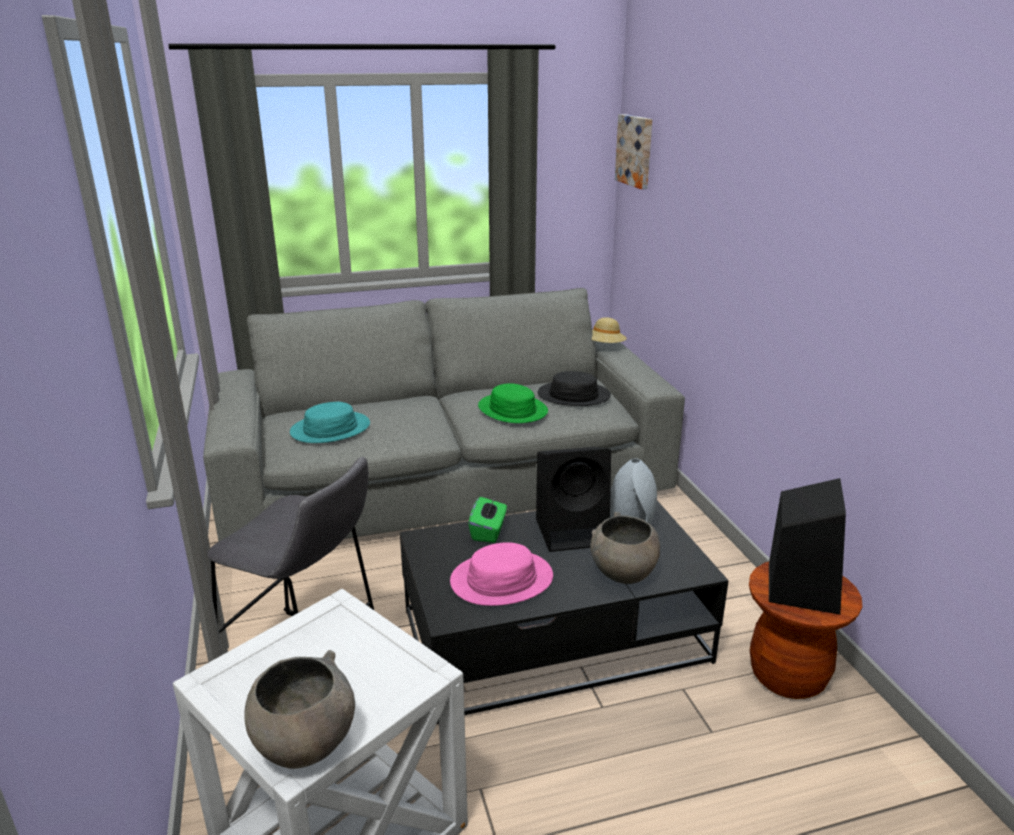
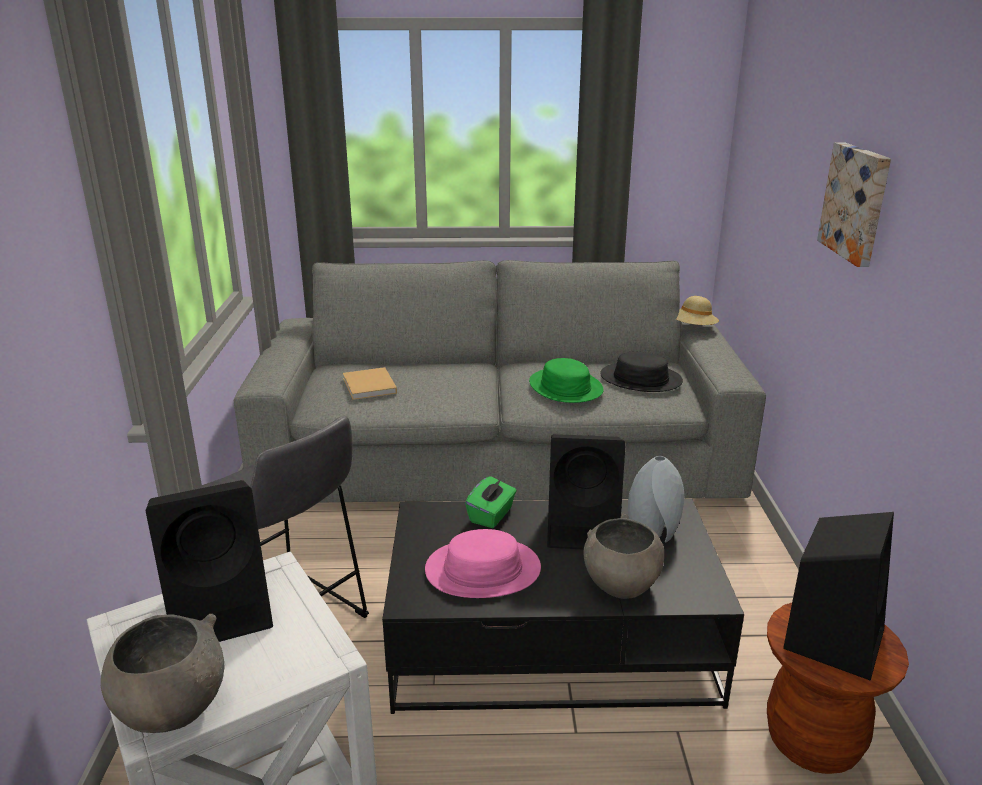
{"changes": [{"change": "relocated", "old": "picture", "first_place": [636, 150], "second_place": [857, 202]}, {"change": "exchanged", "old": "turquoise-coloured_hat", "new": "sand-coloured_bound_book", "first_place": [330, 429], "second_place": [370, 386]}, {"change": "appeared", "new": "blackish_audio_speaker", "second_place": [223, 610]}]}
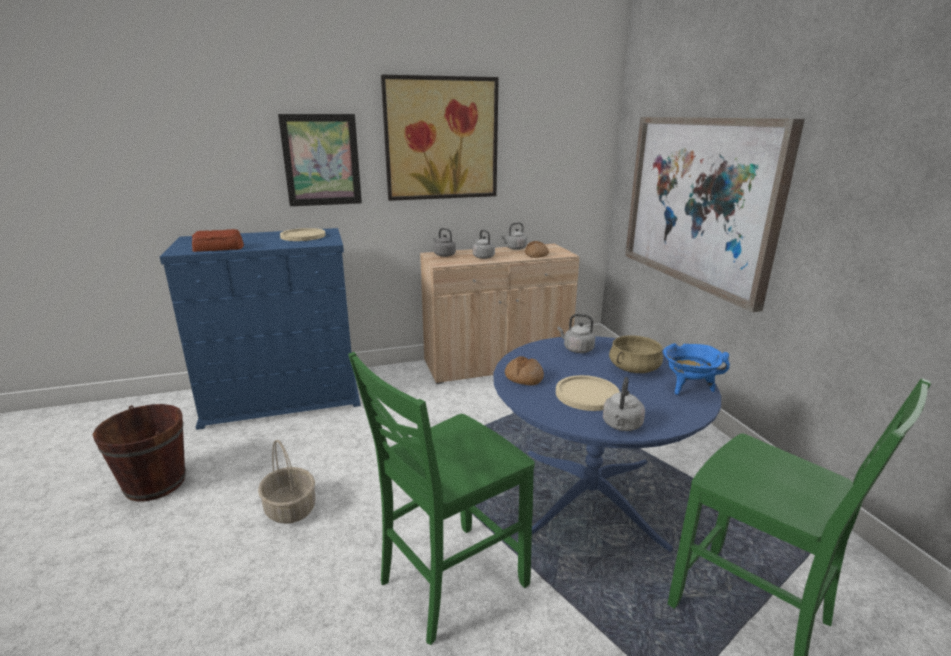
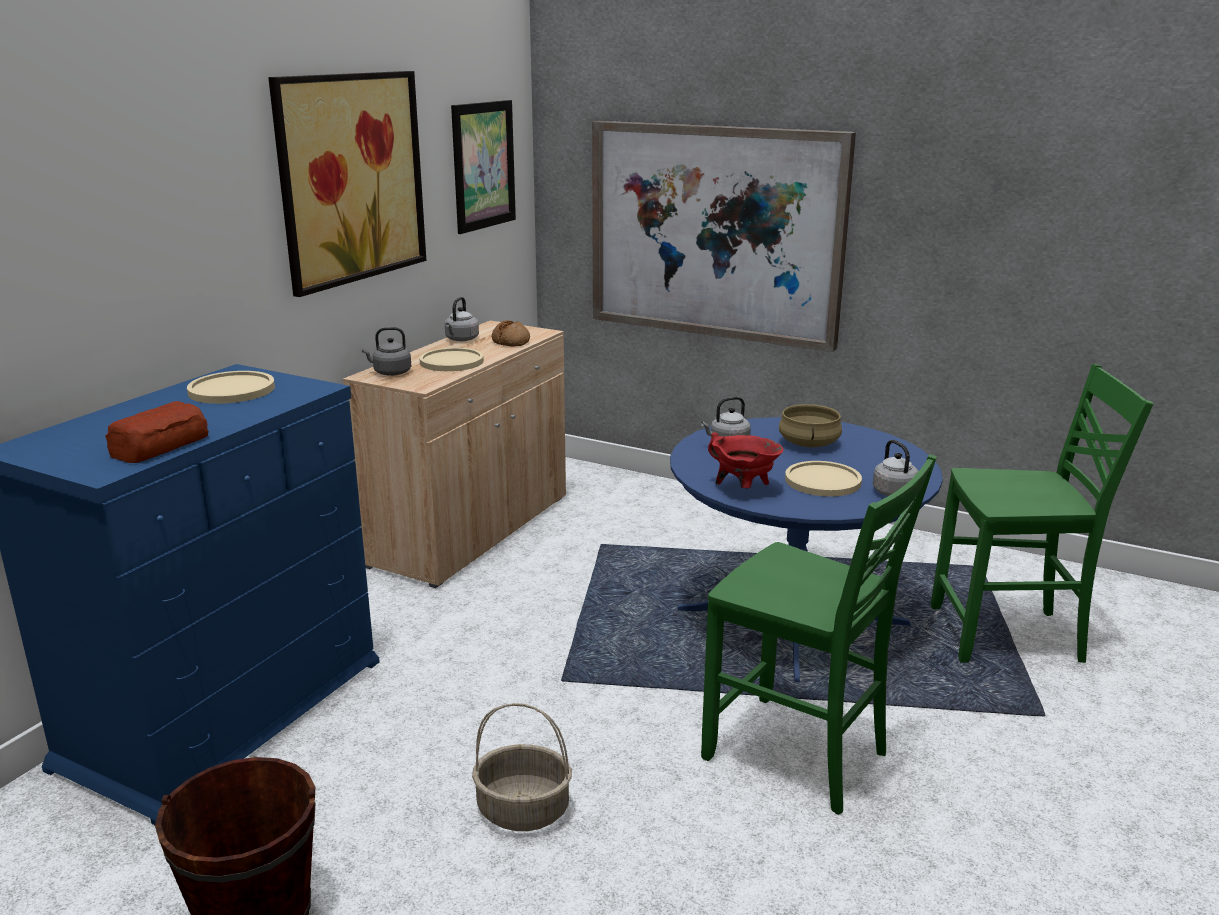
{"changes": [{"change": "relocated", "old": "picture", "first_place": [321, 160], "second_place": [483, 165]}, {"change": "exchanged", "old": "greyish_water_kettle", "new": "sand-coloured_dinner_plate", "first_place": [483, 257], "second_place": [451, 361]}, {"change": "missing", "old": "blue-coloured_cooking_pot", "first_place": [688, 388]}, {"change": "spun", "old": "greenish_chair", "first_place": [449, 582], "second_place": [799, 756], "degrees": -60}, {"change": "exchanged", "old": "bakery_bread", "new": "reddish_cooking_pot", "first_place": [523, 378], "second_place": [744, 489]}]}
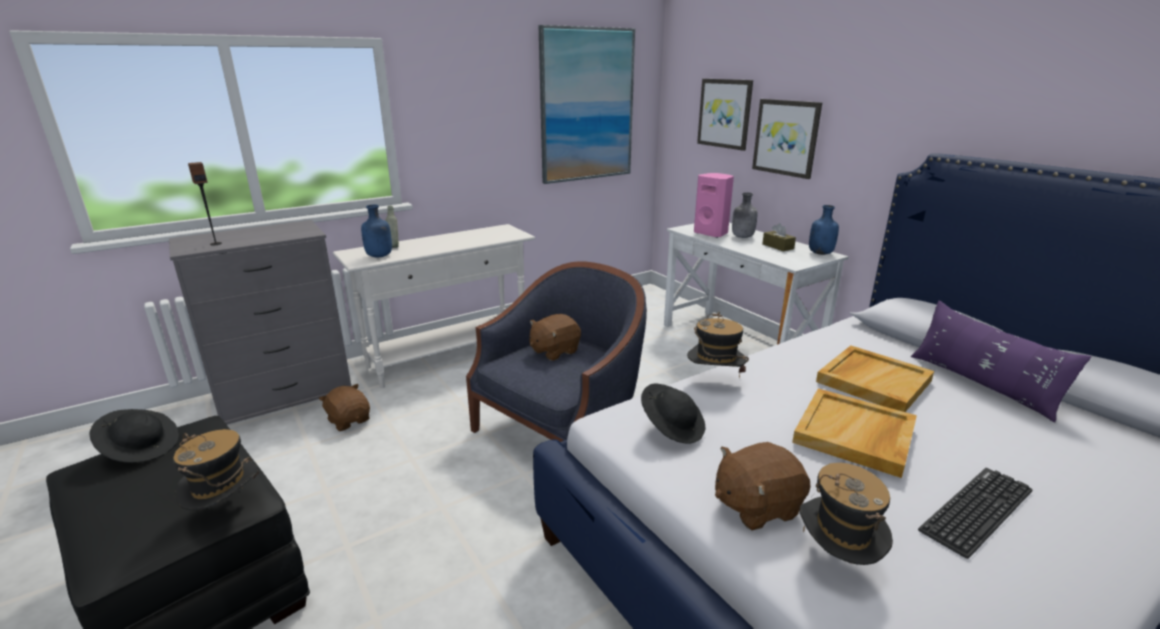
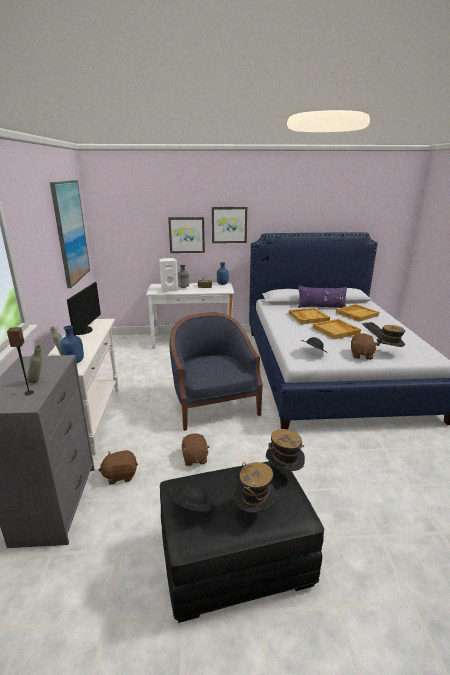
{"changes": [{"change": "relocated", "old": "picture", "first_place": [725, 113], "second_place": [229, 225]}, {"change": "colour", "old": "pinkish_audio_speaker", "new": "white_audio_speaker", "first_place": [711, 233], "second_place": [169, 290]}, {"change": "relocated", "old": "hat", "first_place": [714, 382], "second_place": [254, 511]}, {"change": "relocated", "old": "brown_plush_toy", "first_place": [554, 351], "second_place": [194, 458]}, {"change": "appeared", "new": "computer_display", "second_place": [84, 330]}, {"change": "appeared", "new": "sand-coloured_tray", "second_place": [357, 314]}, {"change": "appeared", "new": "greyish_drink_bottle", "second_place": [38, 382]}]}
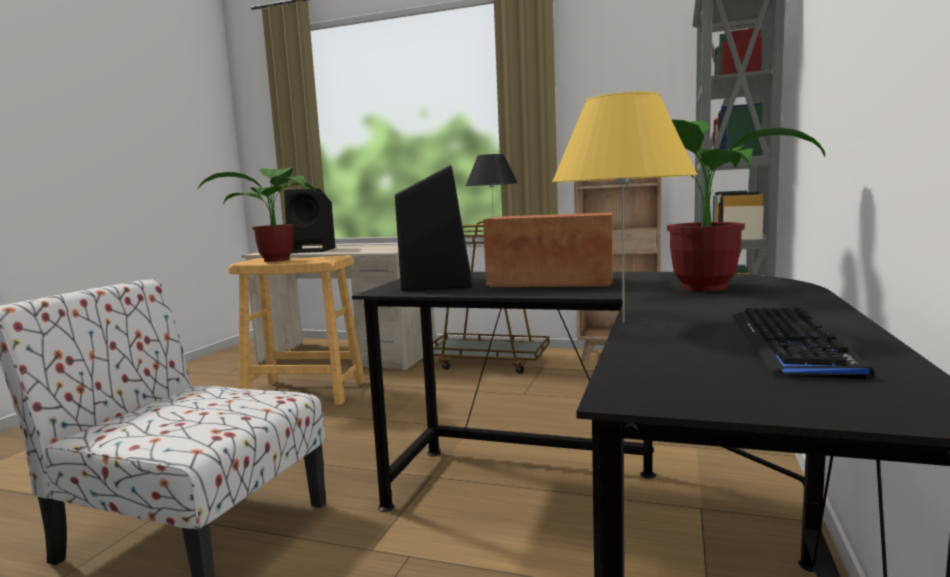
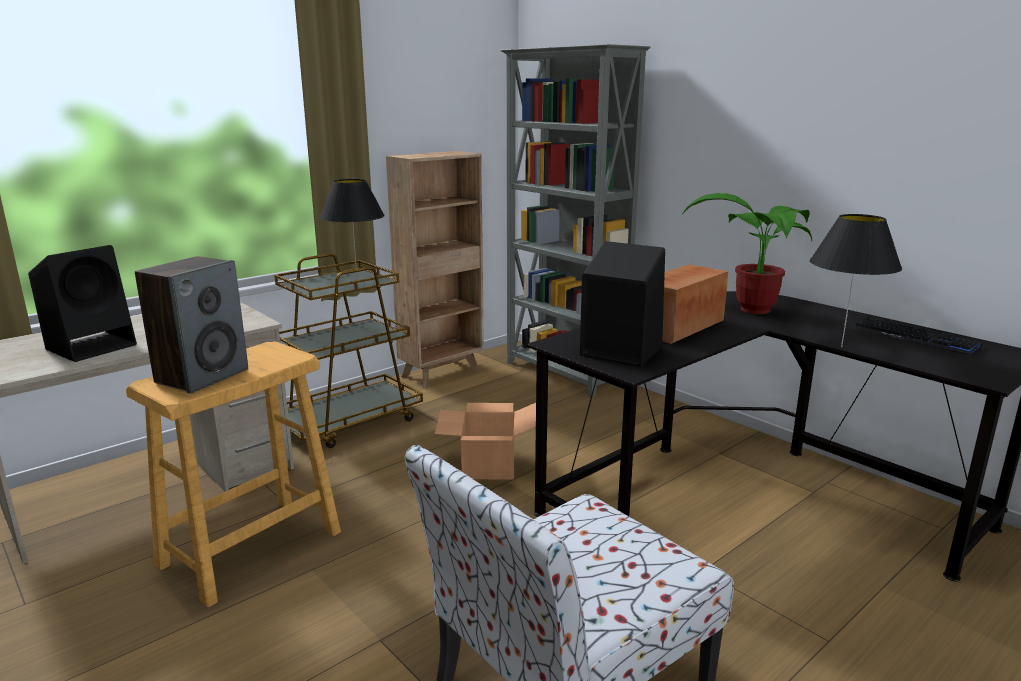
{"changes": [{"change": "colour", "old": "yellow-coloured_lamp_for_a_table", "new": "blackish_lamp_for_a_table", "first_place": [624, 322], "second_place": [841, 347]}, {"change": "exchanged", "old": "plant_in_a_pot", "new": "audio_speaker", "first_place": [276, 259], "second_place": [202, 376]}, {"change": "appeared", "new": "cardboard_box", "second_place": [489, 466]}]}
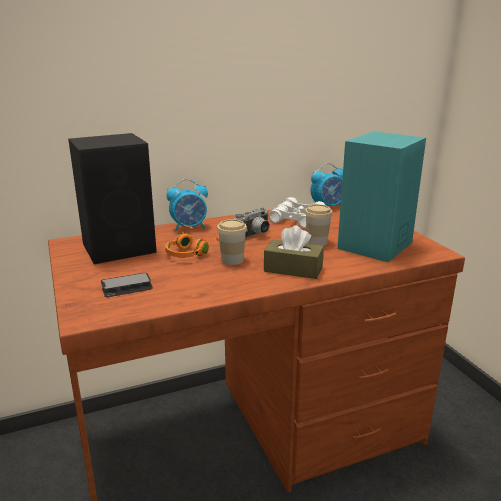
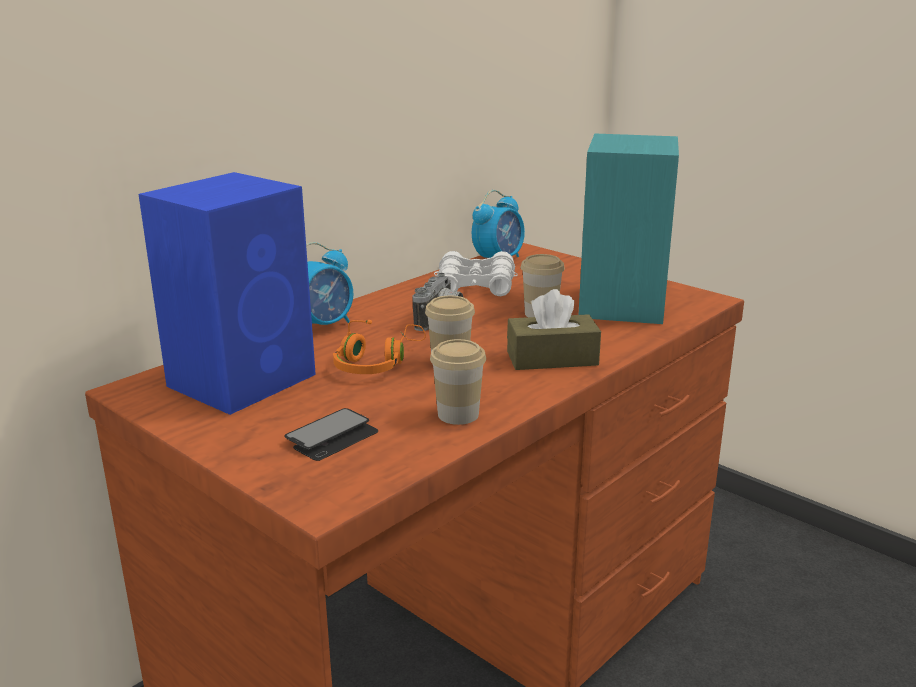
{"changes": [{"change": "colour", "old": "blackish_audio_speaker", "new": "blue-coloured_audio_speaker", "first_place": [121, 248], "second_place": [244, 379]}, {"change": "appeared", "new": "cup", "second_place": [458, 414]}]}
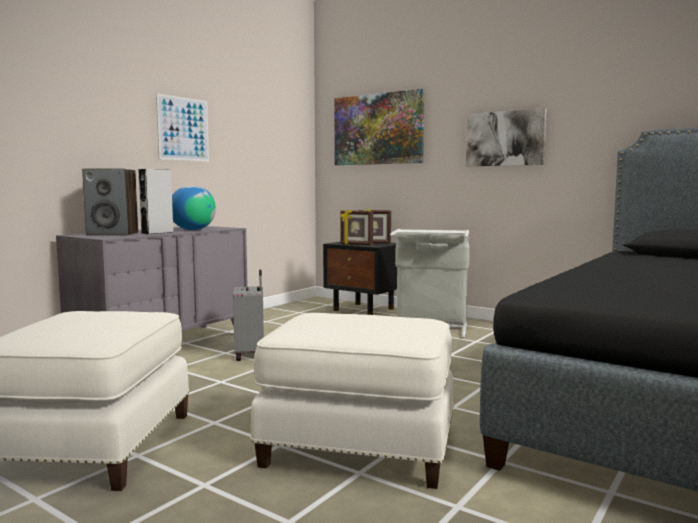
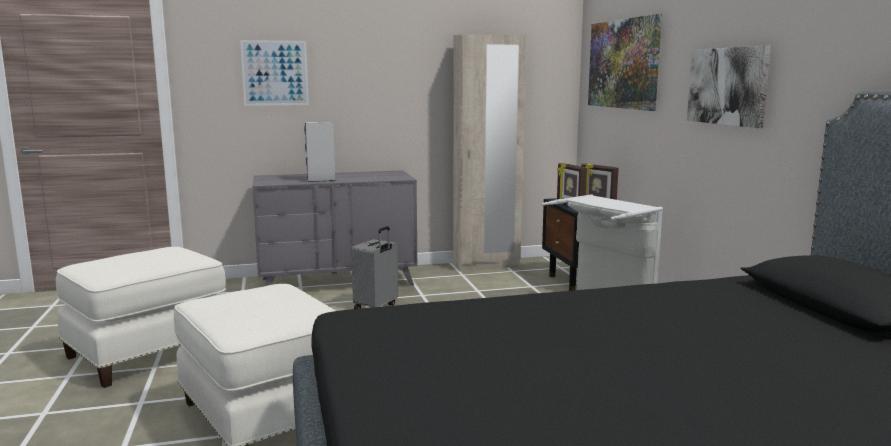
{"changes": [{"change": "relocated", "old": "picture", "first_place": [183, 129], "second_place": [275, 73]}, {"change": "missing", "old": "audio_speaker", "first_place": [113, 234]}, {"change": "missing", "old": "world_globe", "first_place": [193, 230]}, {"change": "appeared", "new": "sand-coloured_clothes_cupboard", "second_place": [486, 265]}]}
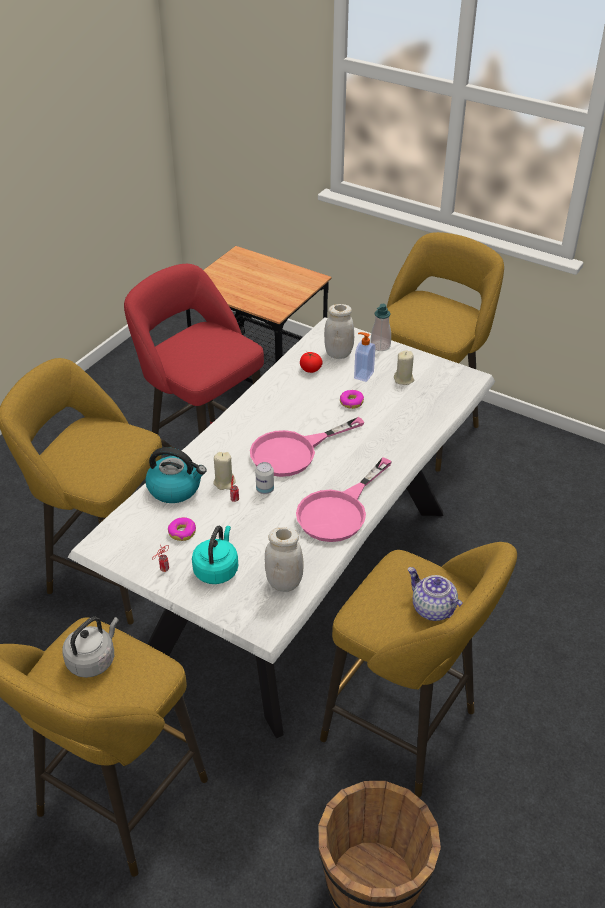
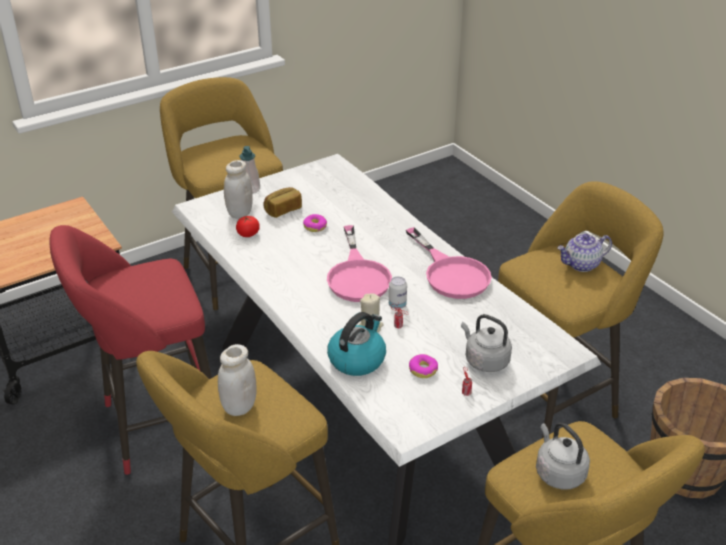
{"changes": [{"change": "exchanged", "old": "liquid_soap_bottle", "new": "bakery_bread", "first_place": [363, 375], "second_place": [282, 210]}, {"change": "missing", "old": "sand-coloured_wax_candle", "first_place": [404, 379]}, {"change": "colour", "old": "turquoise-coloured_water_kettle", "new": "greyish_water_kettle", "first_place": [217, 569], "second_place": [484, 360]}, {"change": "relocated", "old": "white_storage_jar", "first_place": [284, 583], "second_place": [239, 407]}]}
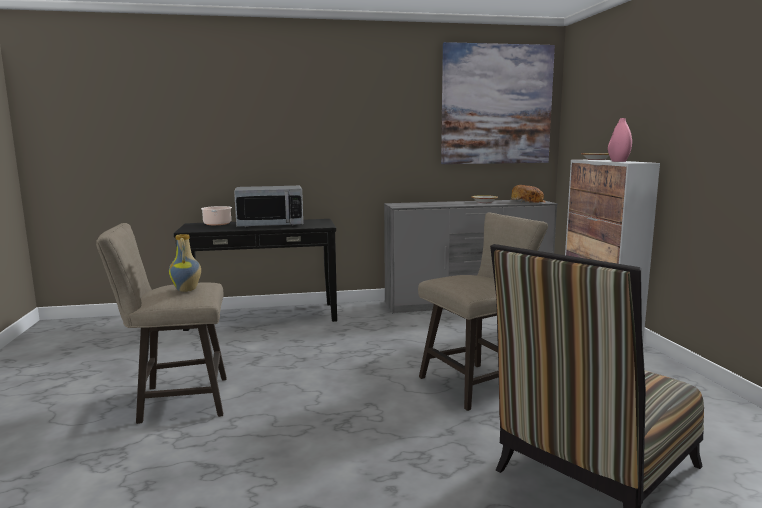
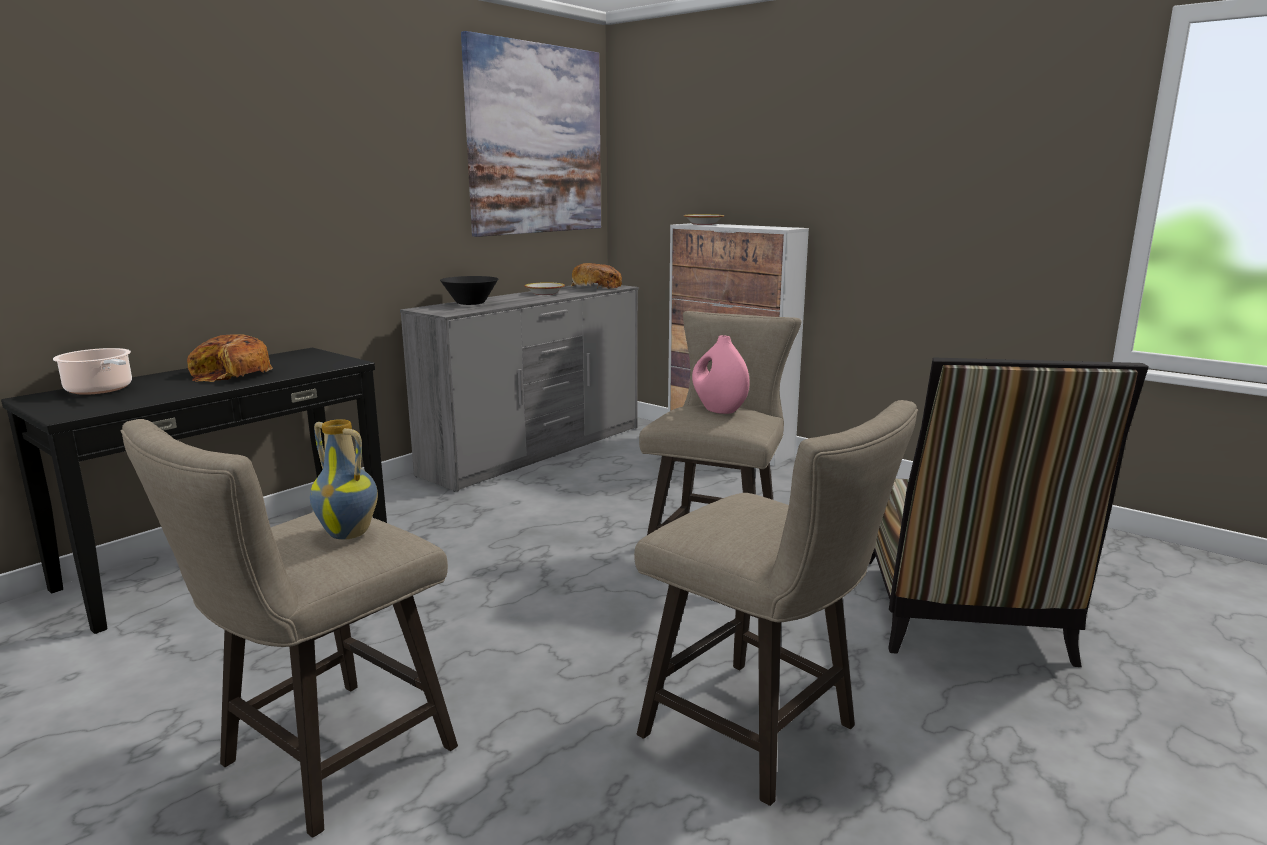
{"changes": [{"change": "relocated", "old": "pinkish_vase", "first_place": [618, 161], "second_place": [718, 410]}, {"change": "exchanged", "old": "microwave", "new": "bakery_bread", "first_place": [270, 224], "second_place": [231, 374]}, {"change": "appeared", "new": "blackish_deep_dish", "second_place": [470, 303]}, {"change": "appeared", "new": "sand-coloured_stool_seat", "second_place": [762, 736]}]}
